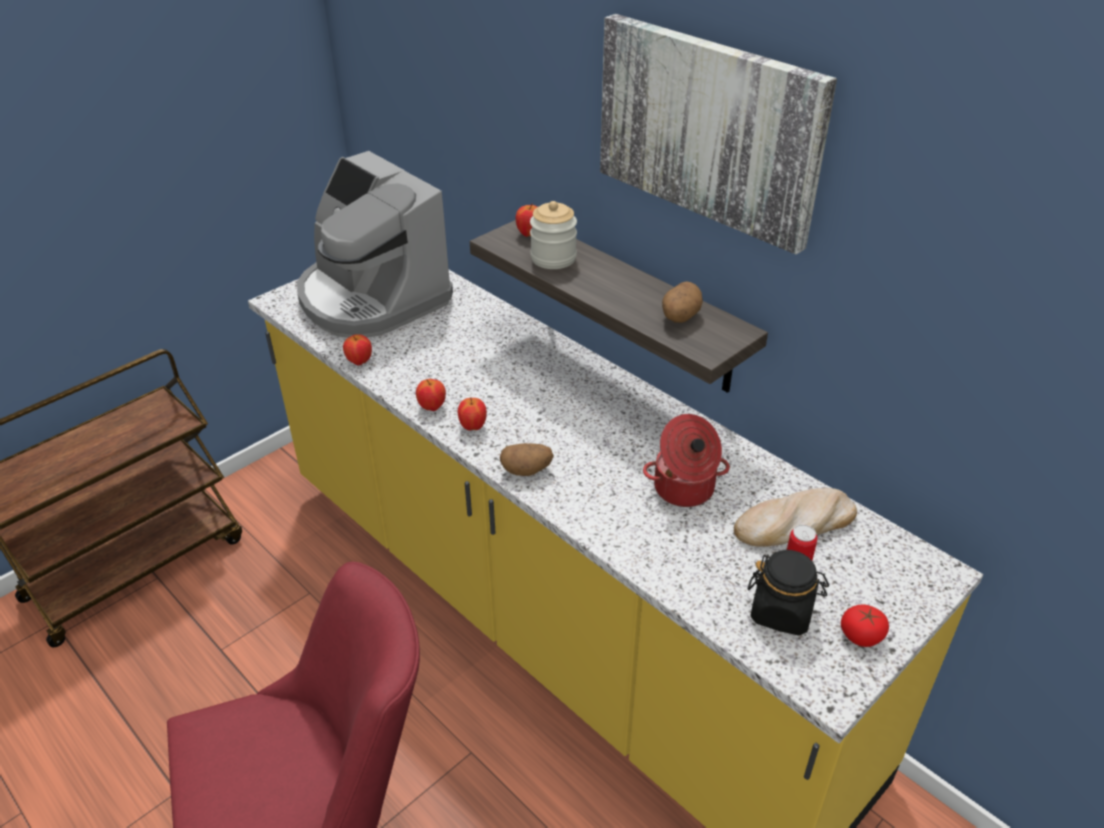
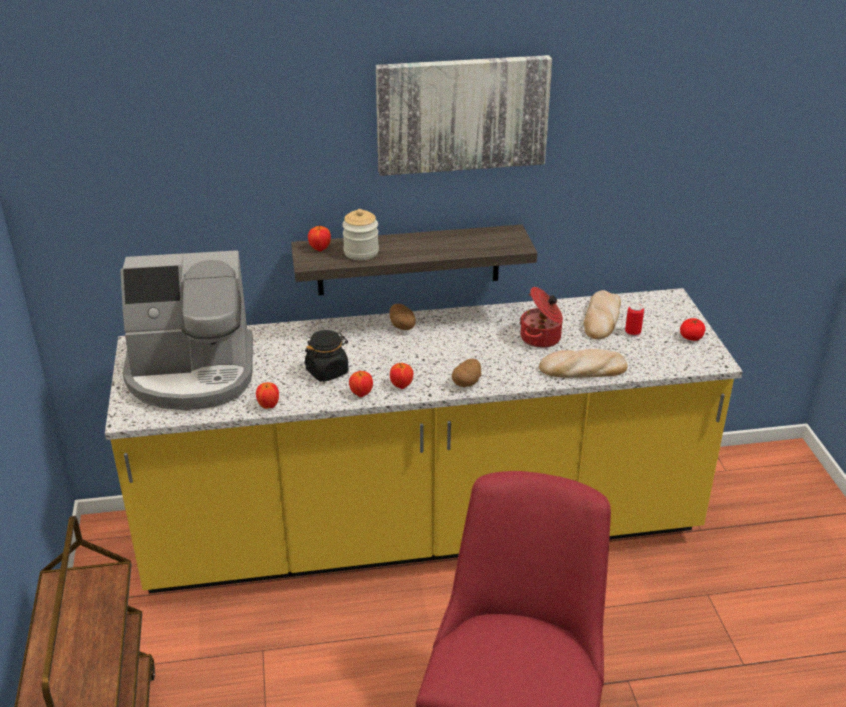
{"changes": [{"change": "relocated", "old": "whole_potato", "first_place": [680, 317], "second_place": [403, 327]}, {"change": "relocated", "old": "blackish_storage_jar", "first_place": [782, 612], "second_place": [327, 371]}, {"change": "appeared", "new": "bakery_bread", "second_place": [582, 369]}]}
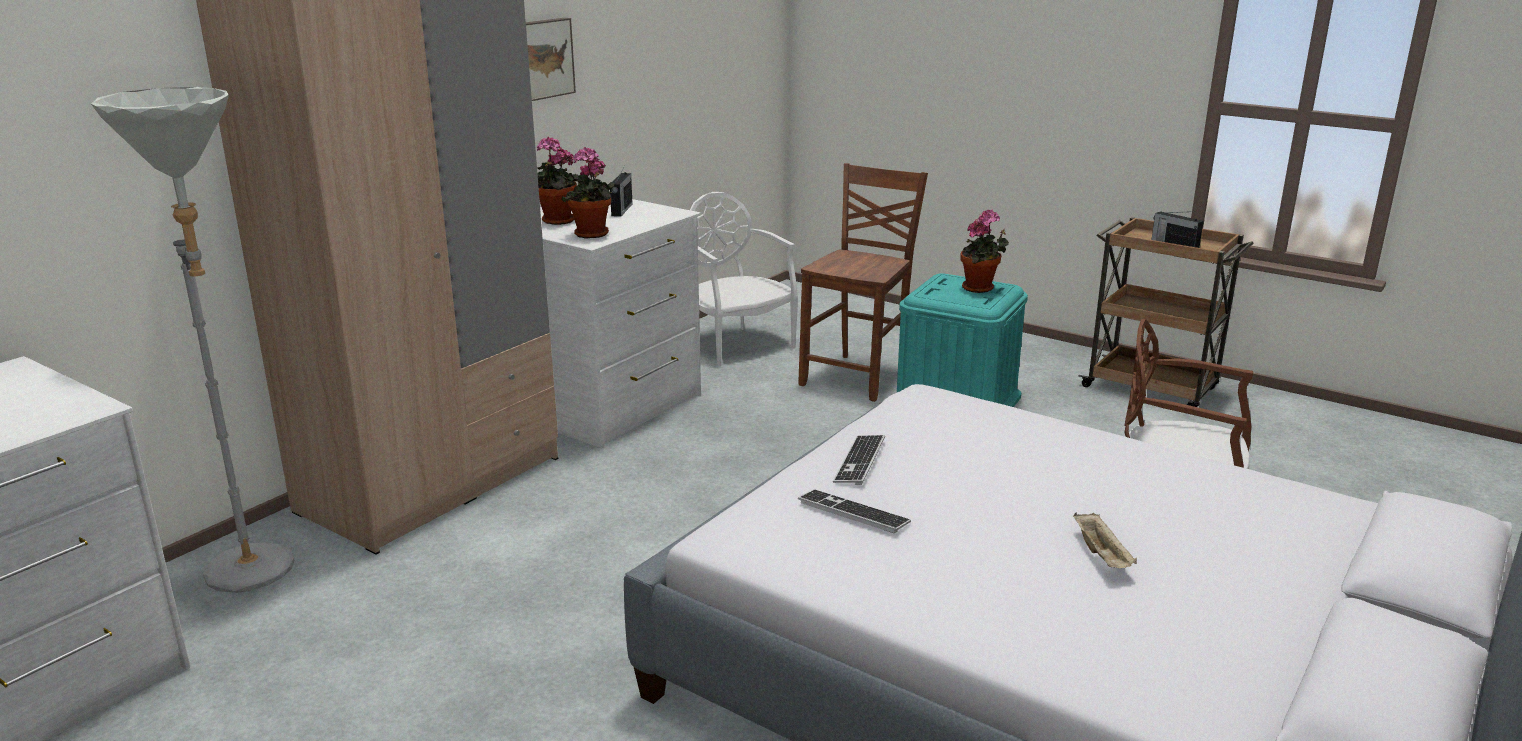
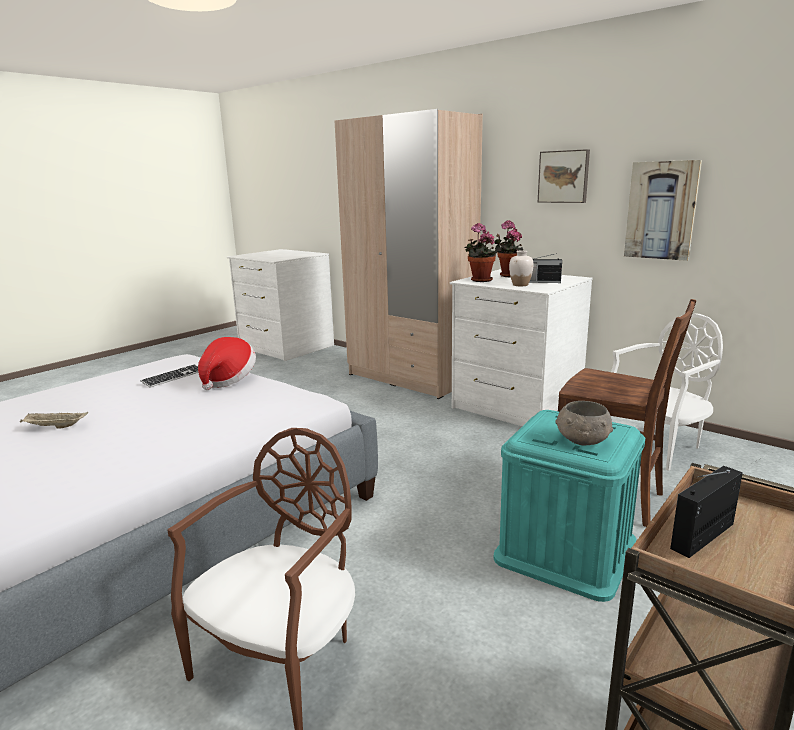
{"changes": [{"change": "missing", "old": "greyish_standard_lamp", "first_place": [257, 577]}, {"change": "exchanged", "old": "plant_in_a_pot", "new": "greyish_deep_dish", "first_place": [980, 289], "second_place": [582, 440]}, {"change": "exchanged", "old": "computer_keyboard", "new": "hat", "first_place": [859, 461], "second_place": [228, 380]}, {"change": "appeared", "new": "picture", "second_place": [661, 210]}, {"change": "appeared", "new": "white_vase", "second_place": [520, 285]}]}
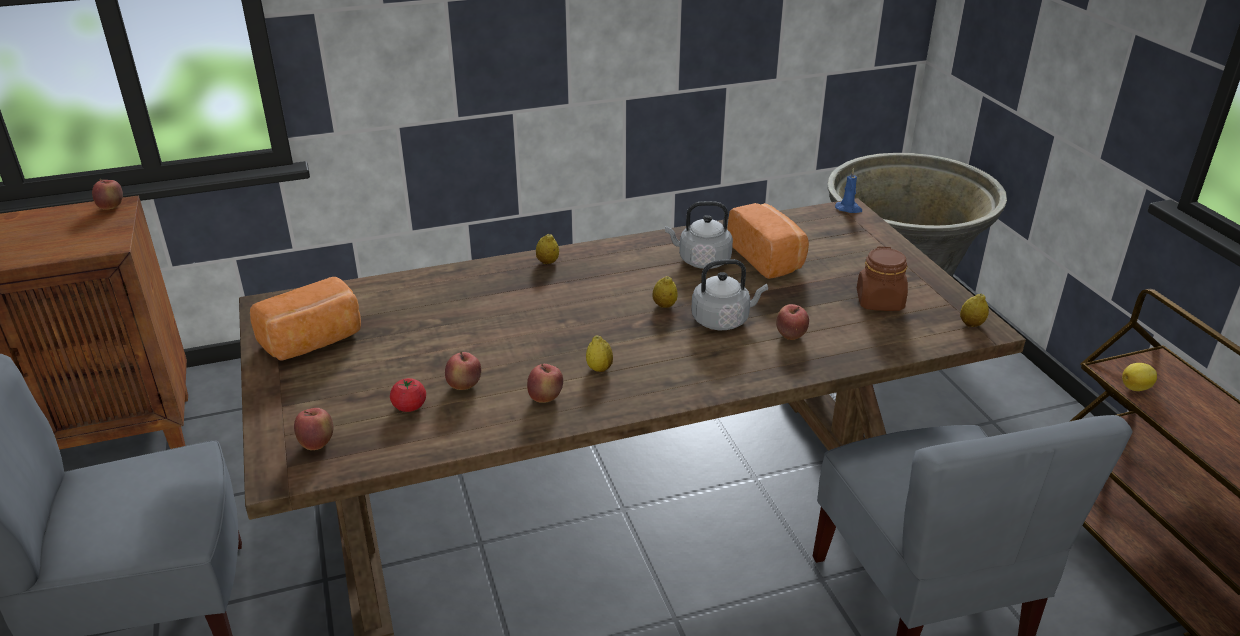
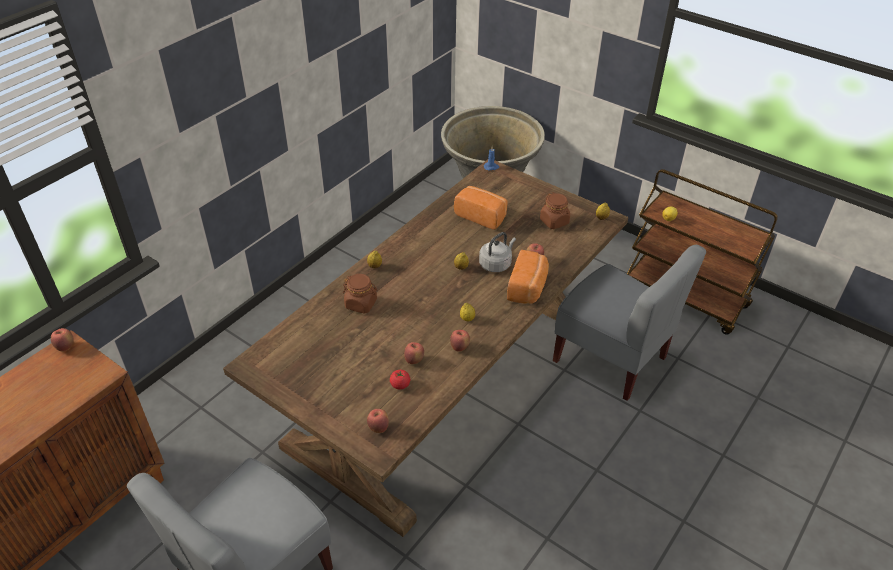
{"changes": [{"change": "missing", "old": "greyish_water_kettle", "first_place": [701, 261]}, {"change": "relocated", "old": "bakery_bread", "first_place": [314, 342], "second_place": [528, 288]}, {"change": "appeared", "new": "brown_storage_jar", "second_place": [361, 304]}]}
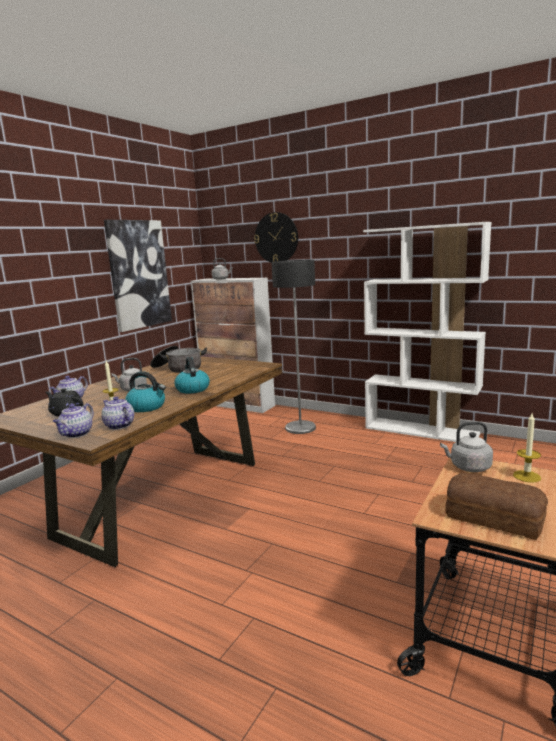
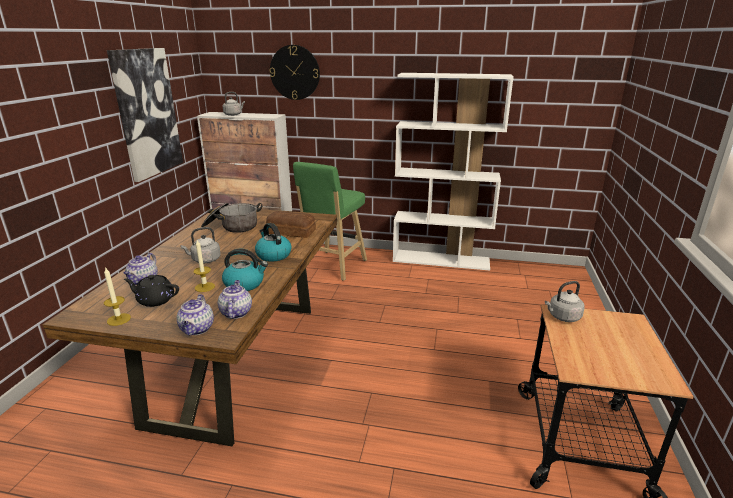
{"changes": [{"change": "exchanged", "old": "standard_lamp", "new": "greenish_stool_seat", "first_place": [300, 428], "second_place": [332, 266]}, {"change": "spun", "old": "pot_for_tea", "first_place": [118, 425], "second_place": [236, 312], "degrees": 60}, {"change": "relocated", "old": "wax_candle", "first_place": [526, 476], "second_place": [119, 319]}, {"change": "relocated", "old": "bakery_bread", "first_place": [493, 517], "second_place": [291, 231]}]}
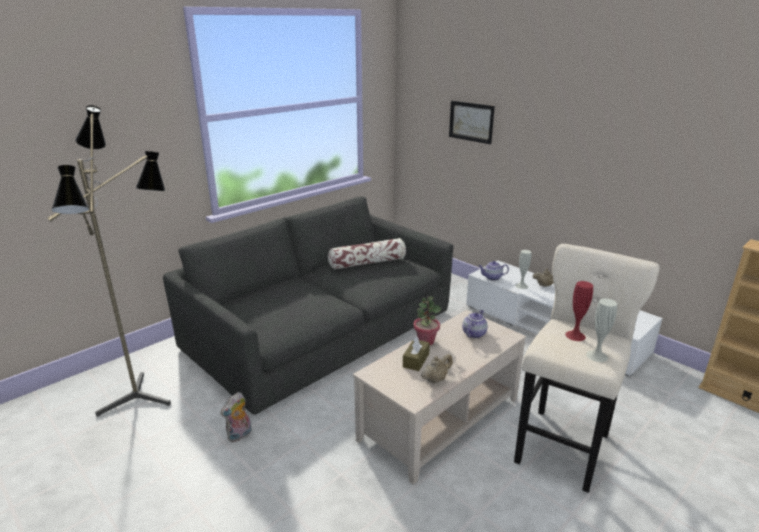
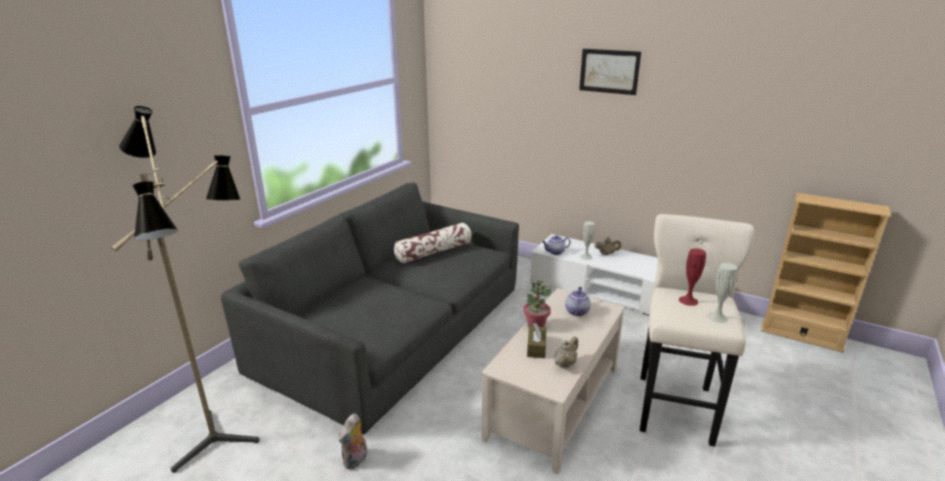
{"changes": [{"change": "relocated", "old": "picture", "first_place": [471, 122], "second_place": [609, 71]}]}
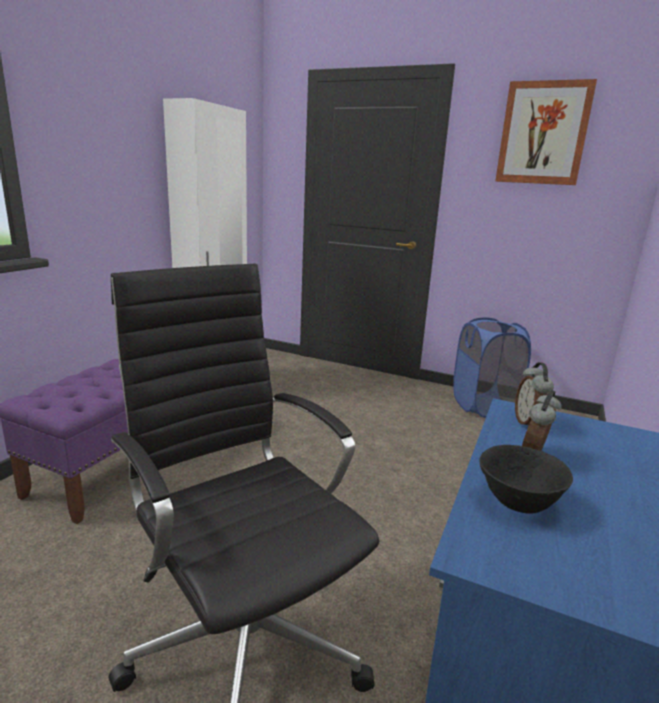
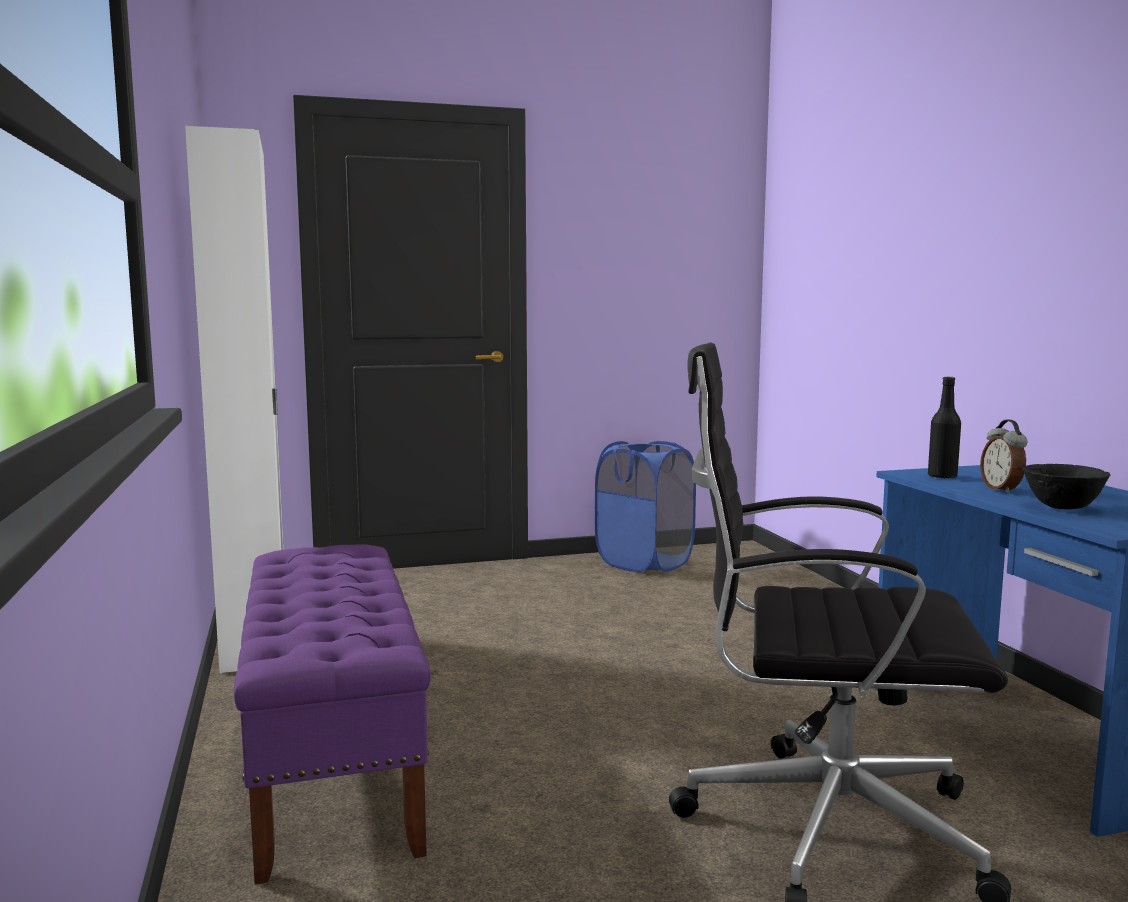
{"changes": [{"change": "missing", "old": "picture", "first_place": [543, 133]}, {"change": "exchanged", "old": "table_clock", "new": "blackish_drink_bottle", "first_place": [528, 423], "second_place": [942, 476]}]}
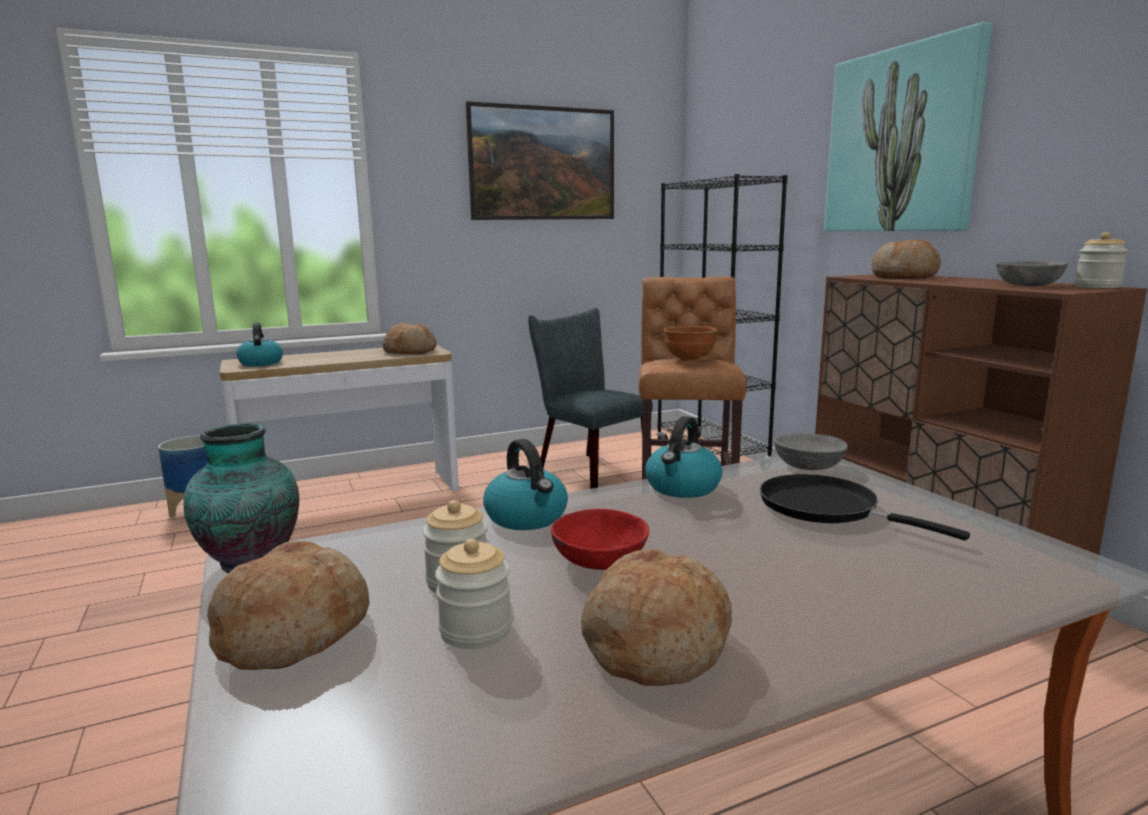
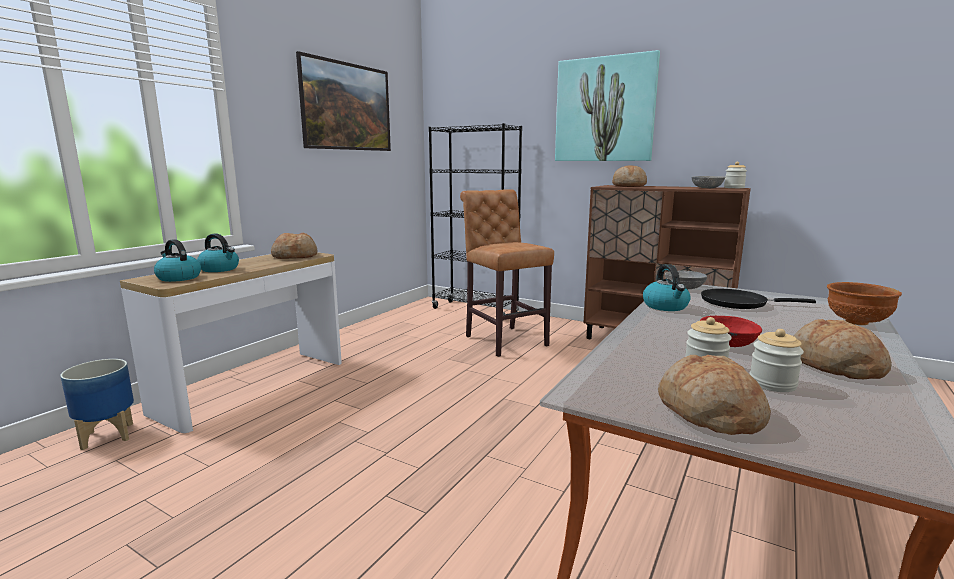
{"changes": [{"change": "missing", "old": "greyish_chair", "first_place": [587, 469]}, {"change": "relocated", "old": "brown_deep_dish", "first_place": [689, 360], "second_place": [856, 322]}, {"change": "missing", "old": "vase", "first_place": [249, 560]}, {"change": "relocated", "old": "water_kettle", "first_place": [527, 517], "second_place": [220, 269]}]}
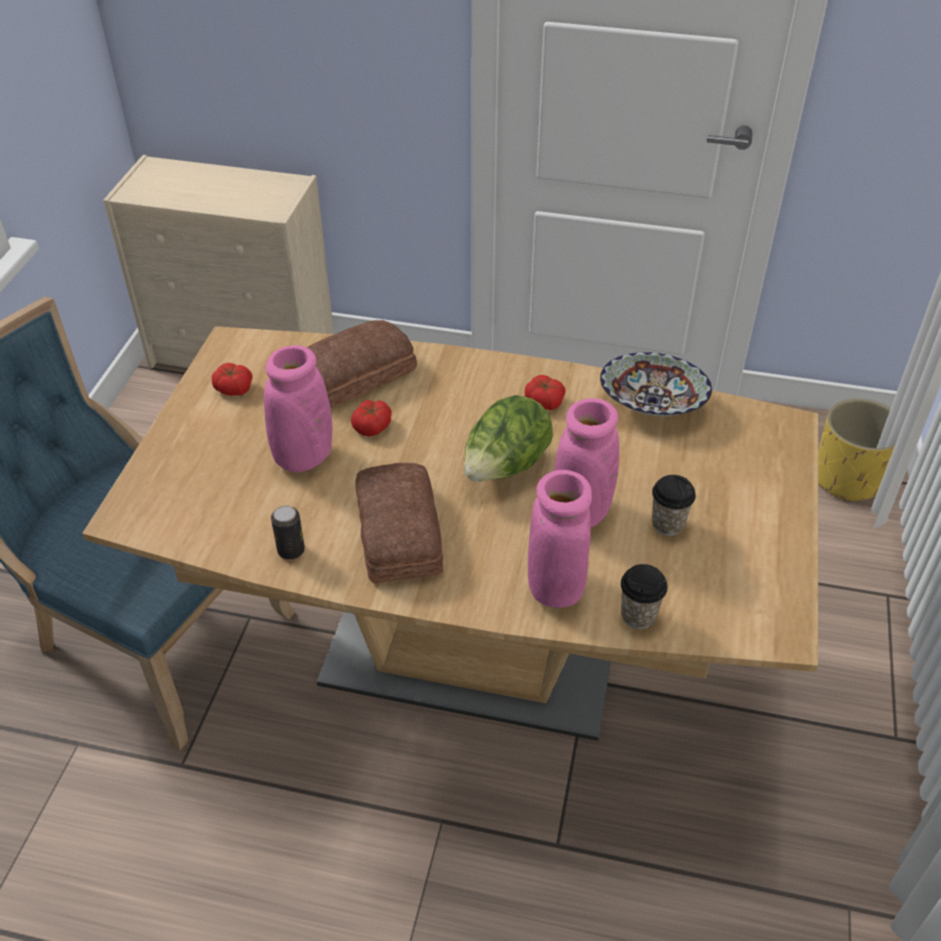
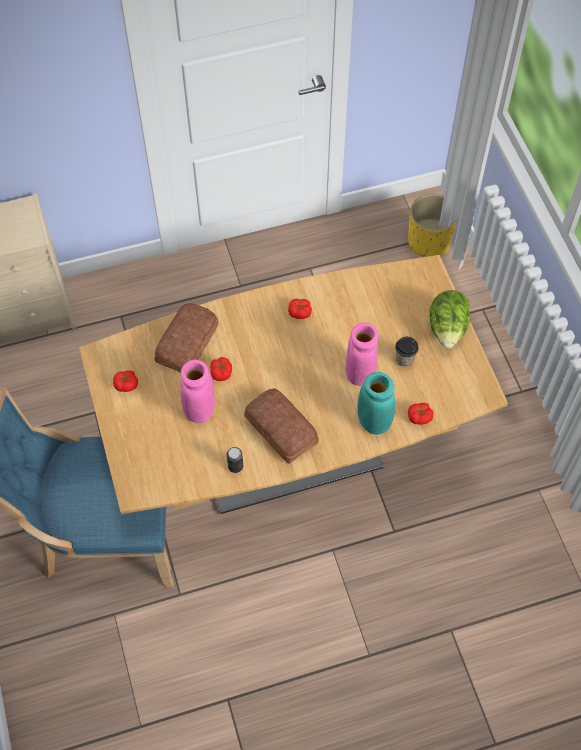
{"changes": [{"change": "missing", "old": "deep_dish", "first_place": [652, 404]}, {"change": "relocated", "old": "lettuce", "first_place": [505, 468], "second_place": [447, 329]}, {"change": "colour", "old": "pinkish_vase", "new": "turquoise-coloured_vase", "first_place": [555, 586], "second_place": [374, 421]}, {"change": "exchanged", "old": "cup", "new": "fresh_tomato", "first_place": [638, 615], "second_place": [419, 417]}]}
